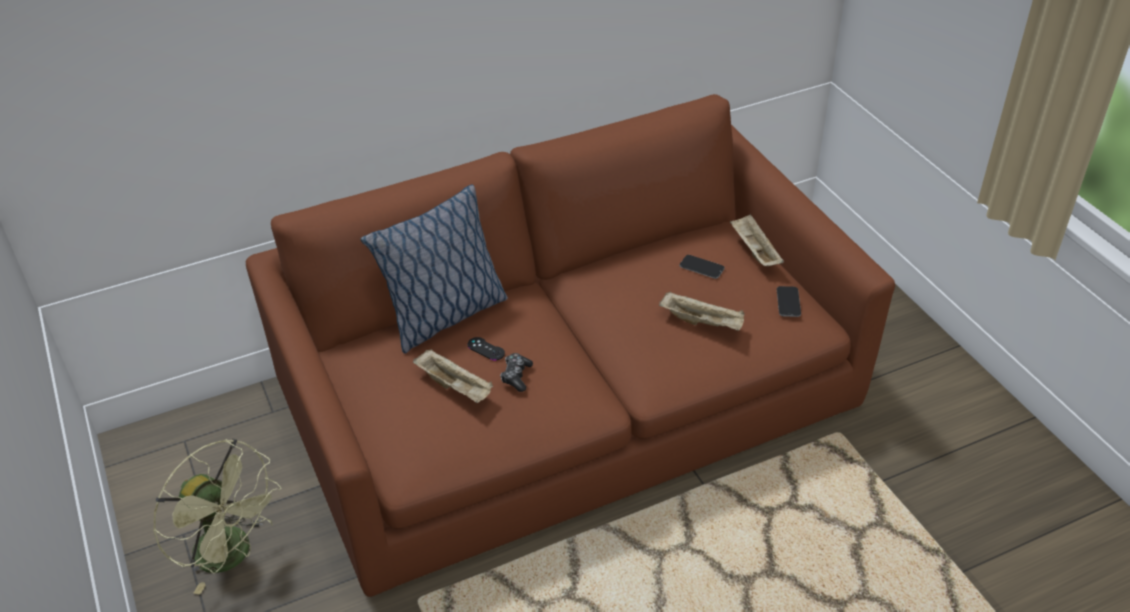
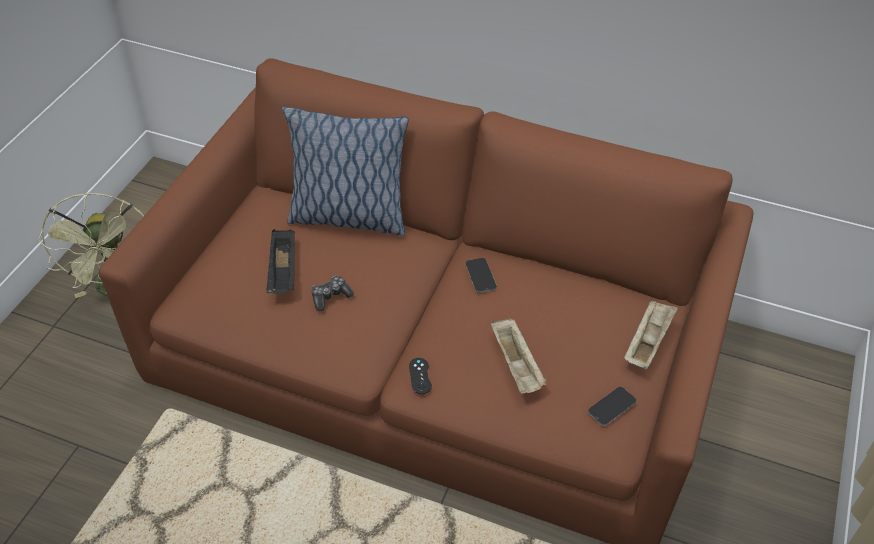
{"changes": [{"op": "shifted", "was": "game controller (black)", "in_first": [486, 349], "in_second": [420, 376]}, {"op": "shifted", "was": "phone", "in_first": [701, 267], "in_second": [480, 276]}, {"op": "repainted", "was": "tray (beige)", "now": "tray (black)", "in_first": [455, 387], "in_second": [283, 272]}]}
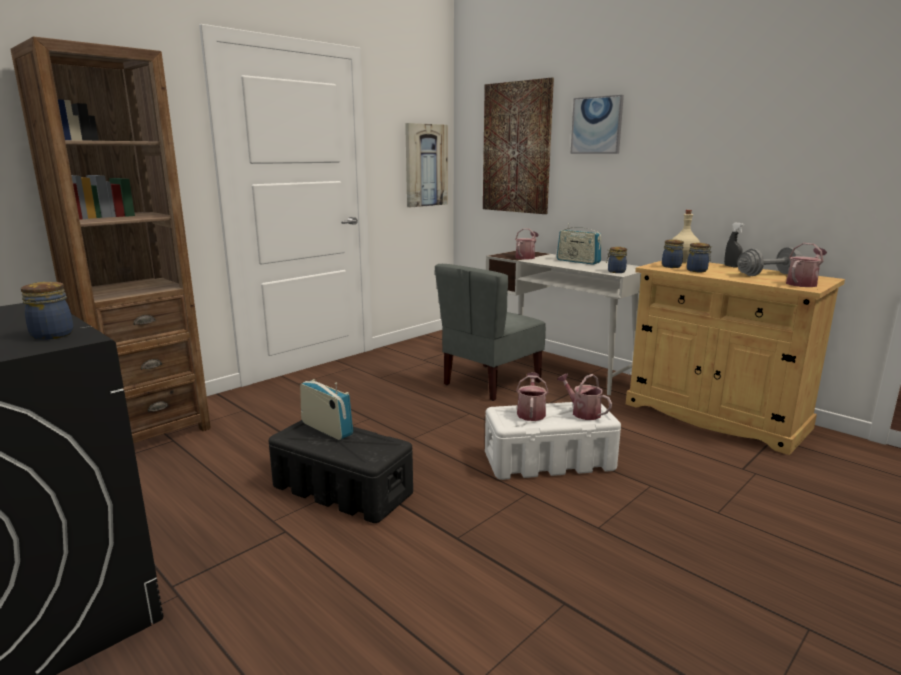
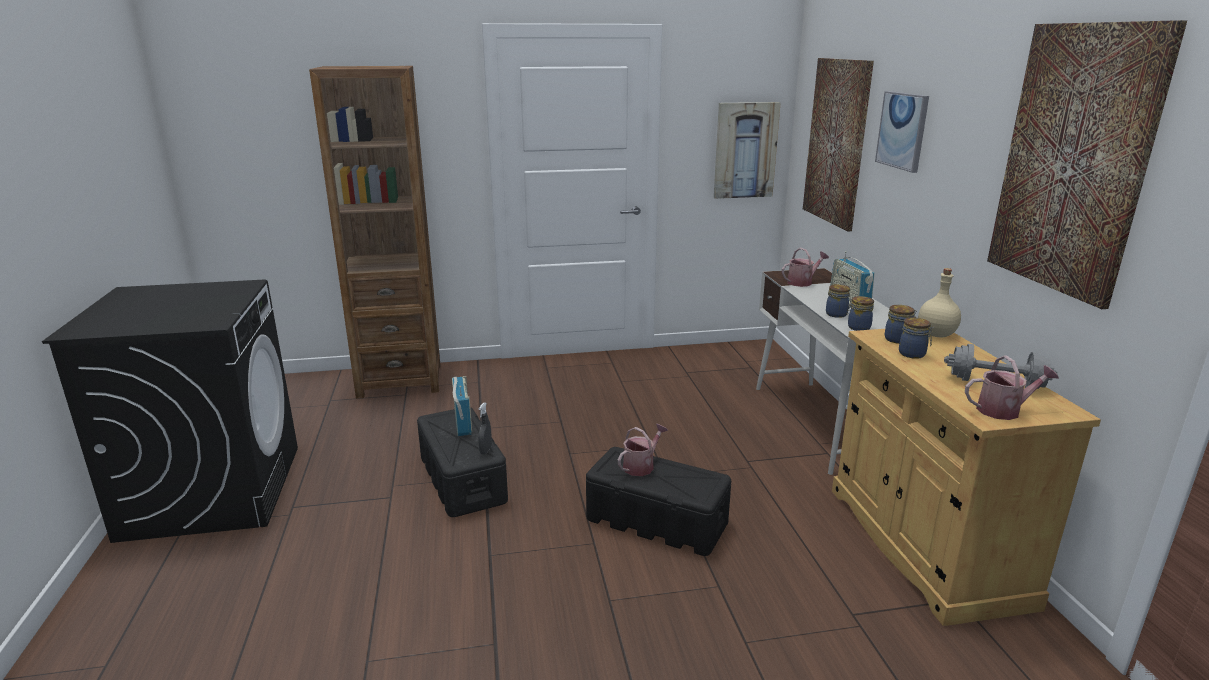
{"changes": [{"op": "gone", "was": "chair (grey)", "in_first": [490, 383]}, {"op": "gone", "was": "watering can", "in_first": [582, 412]}, {"op": "new", "now": "picture", "in_second": [1074, 160]}, {"op": "shifted", "was": "jar", "in_first": [54, 334], "in_second": [836, 314]}, {"op": "shifted", "was": "spray bottle (grey)", "in_first": [731, 266], "in_second": [485, 450]}, {"op": "repainted", "was": "storage box (white)", "now": "storage box (black)", "in_first": [550, 461], "in_second": [657, 521]}]}
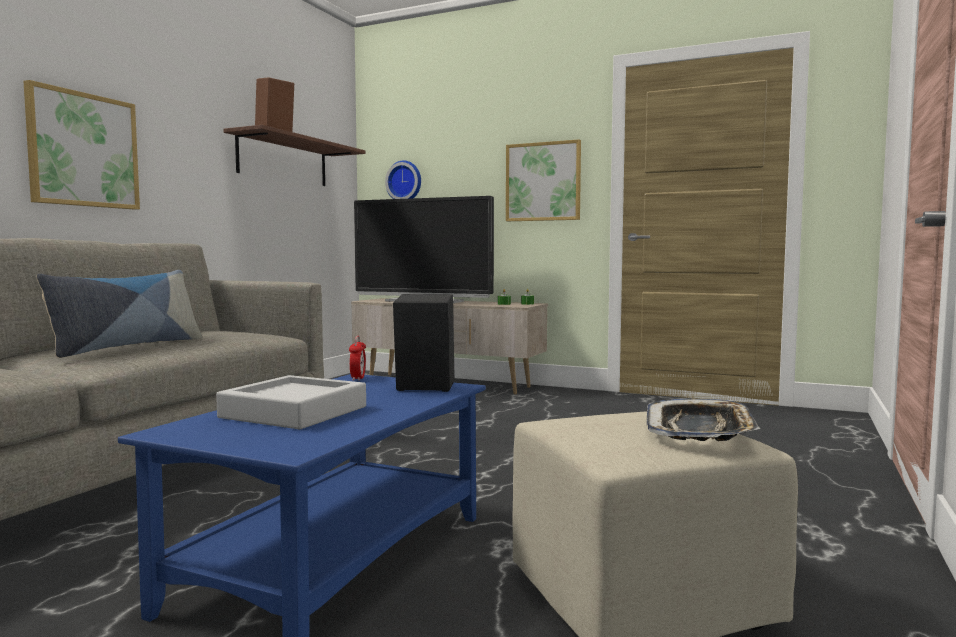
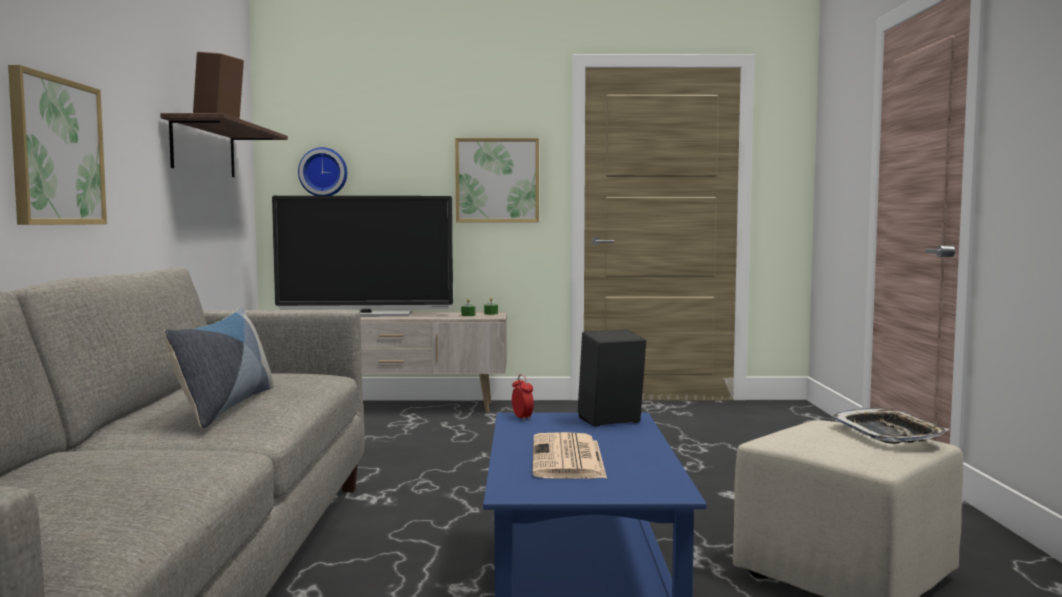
{"changes": [{"op": "swapped", "was": "tray (grey)", "now": "newspaper", "in_first": [294, 412], "in_second": [568, 459]}]}
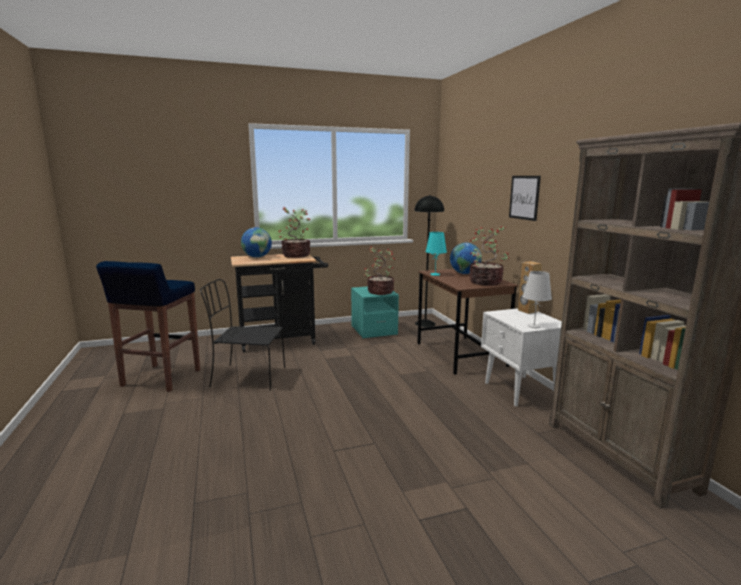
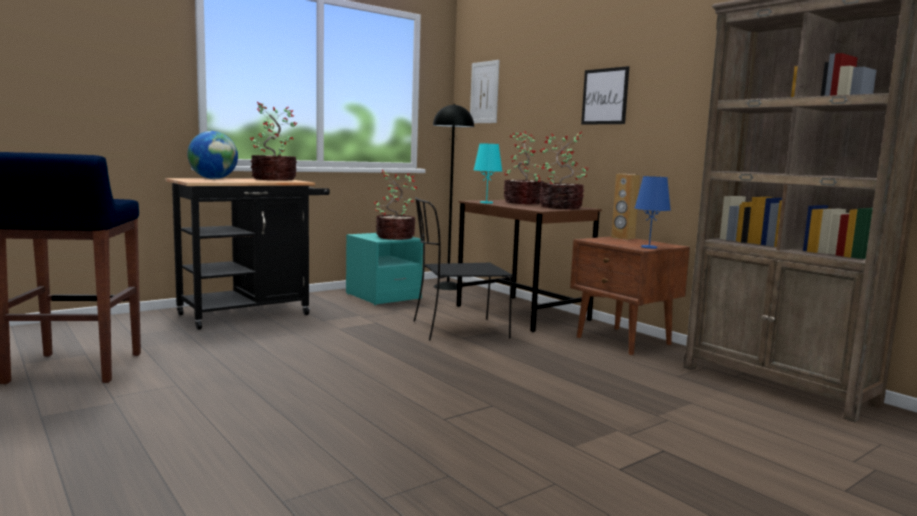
{"changes": [{"op": "new", "now": "picture", "in_second": [484, 92]}, {"op": "shifted", "was": "chair (black)", "in_first": [247, 377], "in_second": [457, 330]}, {"op": "swapped", "was": "globe", "now": "potted plant", "in_first": [464, 273], "in_second": [522, 202]}, {"op": "repainted", "was": "nightstand (white)", "now": "nightstand (brown)", "in_first": [520, 390], "in_second": [624, 341]}, {"op": "repainted", "was": "table lamp (white)", "now": "table lamp (blue)", "in_first": [534, 326], "in_second": [649, 247]}]}
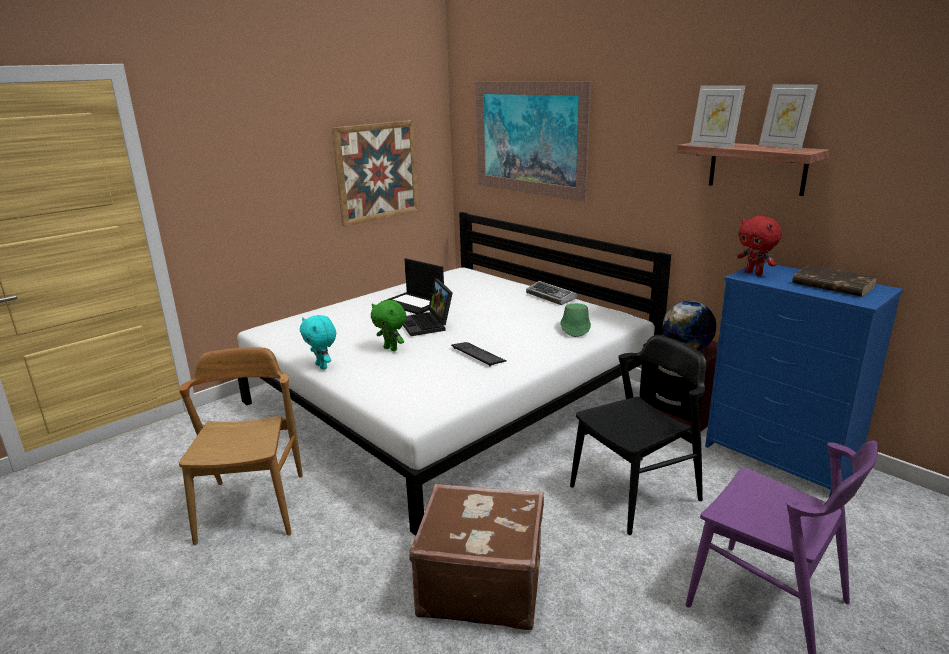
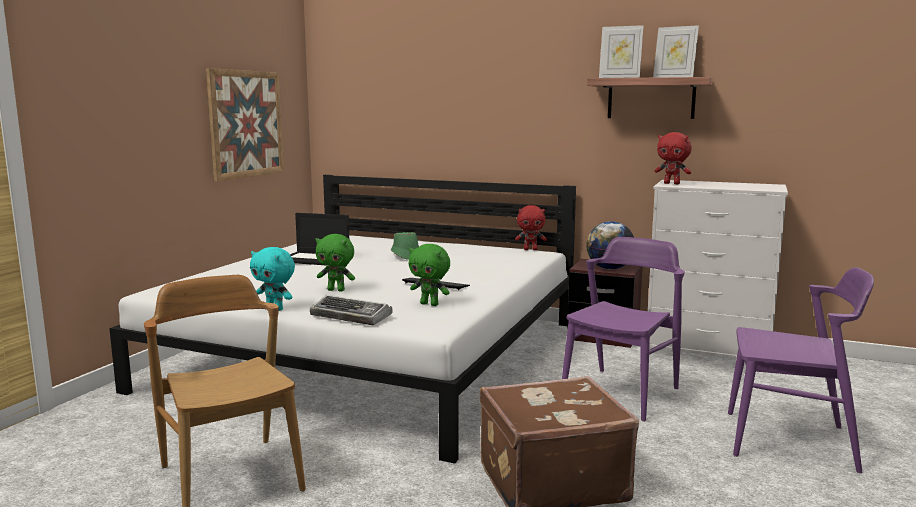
{"changes": [{"op": "gone", "was": "laptop", "in_first": [427, 324]}, {"op": "gone", "was": "picture", "in_first": [529, 138]}, {"op": "gone", "was": "book (brown)", "in_first": [832, 285]}, {"op": "new", "now": "plush toy (green)", "in_second": [430, 304]}, {"op": "new", "now": "plush toy (red)", "in_second": [530, 249]}, {"op": "shifted", "was": "keyboard", "in_first": [551, 297], "in_second": [352, 316]}, {"op": "shifted", "was": "hat (green)", "in_first": [574, 328], "in_second": [405, 255]}, {"op": "repainted", "was": "chair (black)", "now": "chair (purple)", "in_first": [635, 493], "in_second": [621, 393]}, {"op": "repainted", "was": "dresser (blue)", "now": "dresser (white)", "in_first": [781, 457], "in_second": [708, 352]}]}
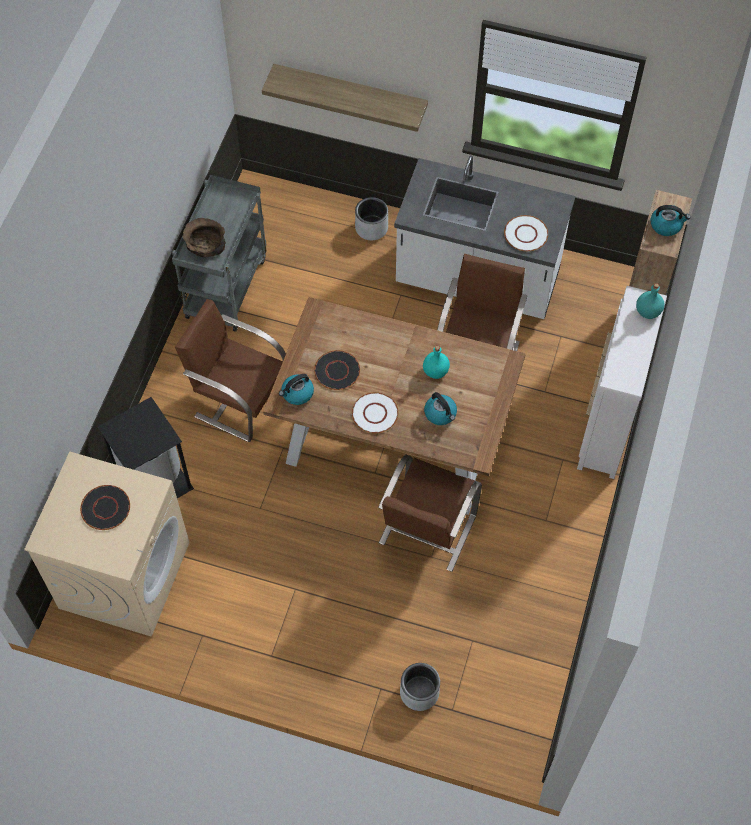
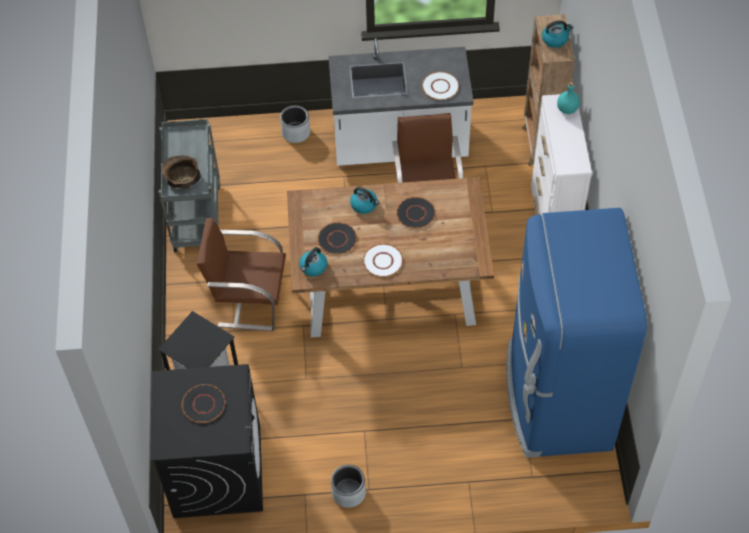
{"changes": [{"op": "gone", "was": "shelf", "in_first": [350, 93]}, {"op": "gone", "was": "chair (brown)", "in_first": [426, 530]}, {"op": "new", "now": "fridge (blue)", "in_second": [556, 397]}, {"op": "shifted", "was": "planter (grey)", "in_first": [419, 692], "in_second": [348, 492]}, {"op": "shifted", "was": "kettle", "in_first": [440, 414], "in_second": [364, 205]}, {"op": "swapped", "was": "bottle (turquoise)", "now": "plate (black)", "in_first": [435, 371], "in_second": [415, 213]}, {"op": "repainted", "was": "washing machine (beige)", "now": "washing machine (black)", "in_first": [124, 574], "in_second": [217, 470]}]}
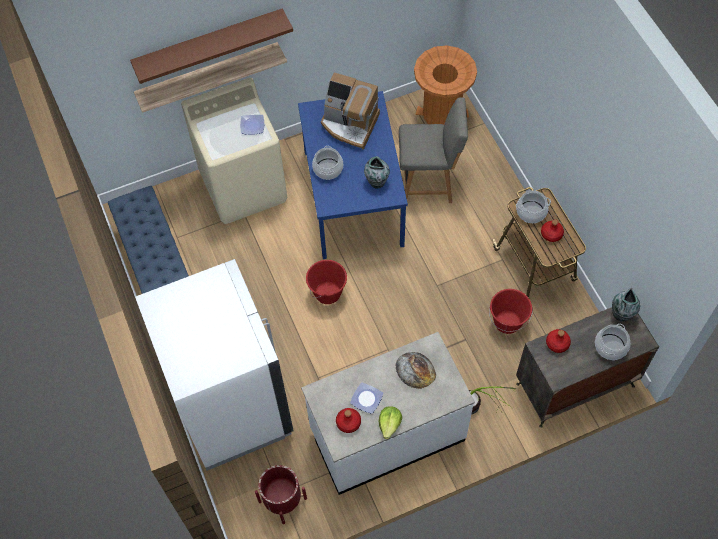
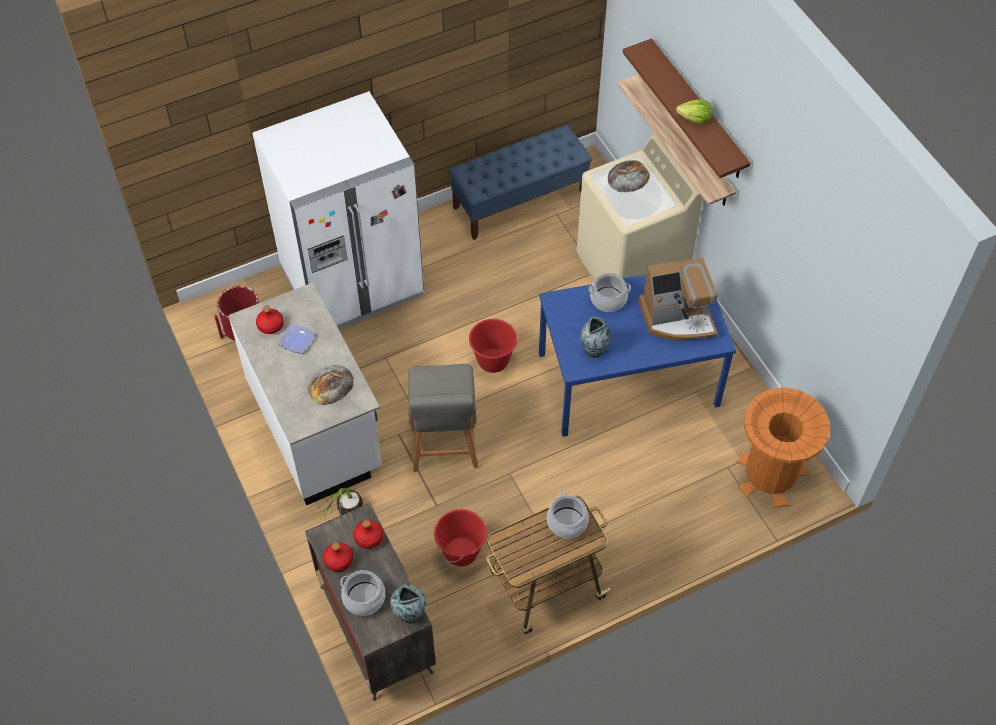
{"changes": [{"op": "gone", "was": "plate", "in_first": [252, 126]}, {"op": "new", "now": "bread", "in_second": [628, 176]}, {"op": "shifted", "was": "lettuce", "in_first": [389, 424], "in_second": [695, 119]}, {"op": "shifted", "was": "chair (grey)", "in_first": [429, 182], "in_second": [444, 445]}, {"op": "shifted", "was": "bottle (red)", "in_first": [551, 234], "in_second": [339, 560]}, {"op": "rotated", "was": "coffee machine", "in_first": [349, 124], "in_second": [677, 318], "clockwise": -120}]}
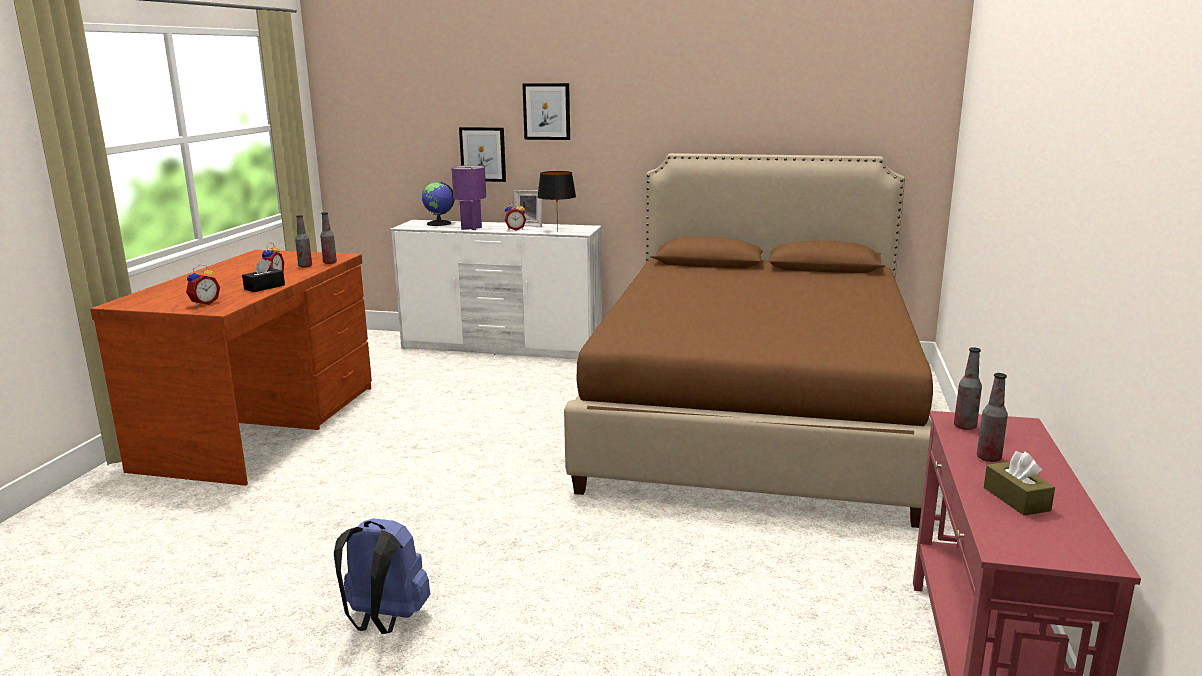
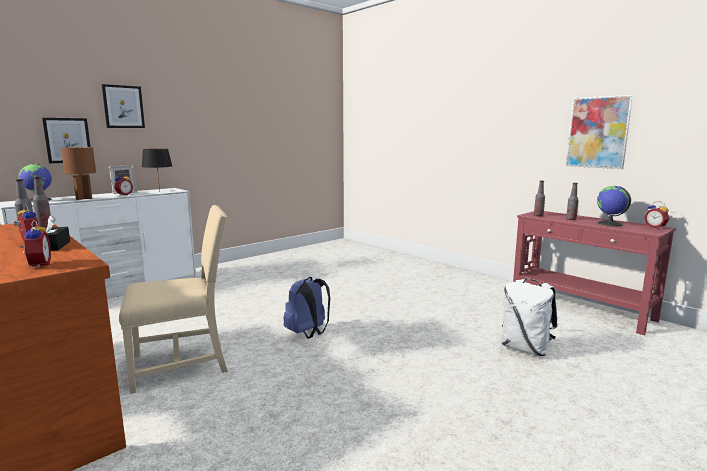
{"changes": [{"op": "gone", "was": "bed (brown)", "in_first": [753, 417]}, {"op": "new", "now": "chair (beige)", "in_second": [183, 364]}, {"op": "new", "now": "backpack (white)", "in_second": [525, 349]}, {"op": "new", "now": "picture", "in_second": [598, 132]}, {"op": "new", "now": "alarm clock", "in_second": [656, 227]}, {"op": "shifted", "was": "backpack (blue)", "in_first": [384, 621], "in_second": [308, 333]}, {"op": "swapped", "was": "tissue box (brown)", "now": "globe", "in_first": [1016, 499], "in_second": [609, 224]}, {"op": "repainted", "was": "table lamp (purple)", "now": "table lamp (brown)", "in_first": [471, 228], "in_second": [84, 198]}]}
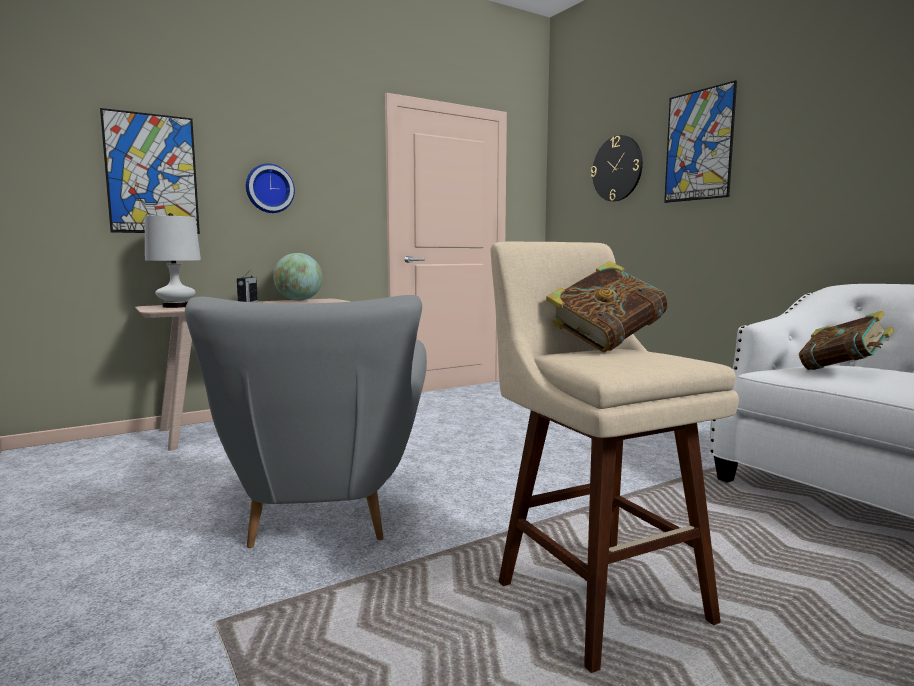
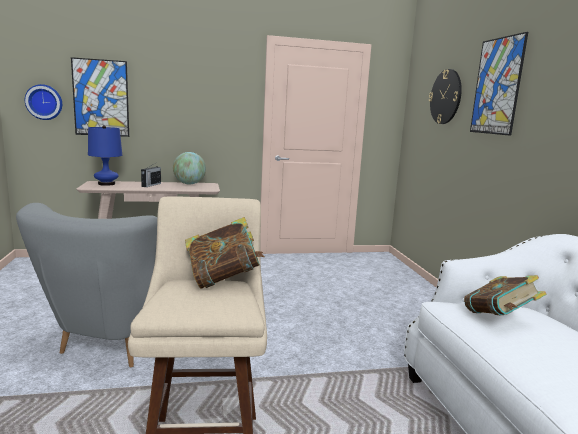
{"changes": [{"op": "shifted", "was": "wall clock", "in_first": [269, 189], "in_second": [44, 102]}, {"op": "repainted", "was": "table lamp (white)", "now": "table lamp (blue)", "in_first": [176, 306], "in_second": [106, 184]}]}
